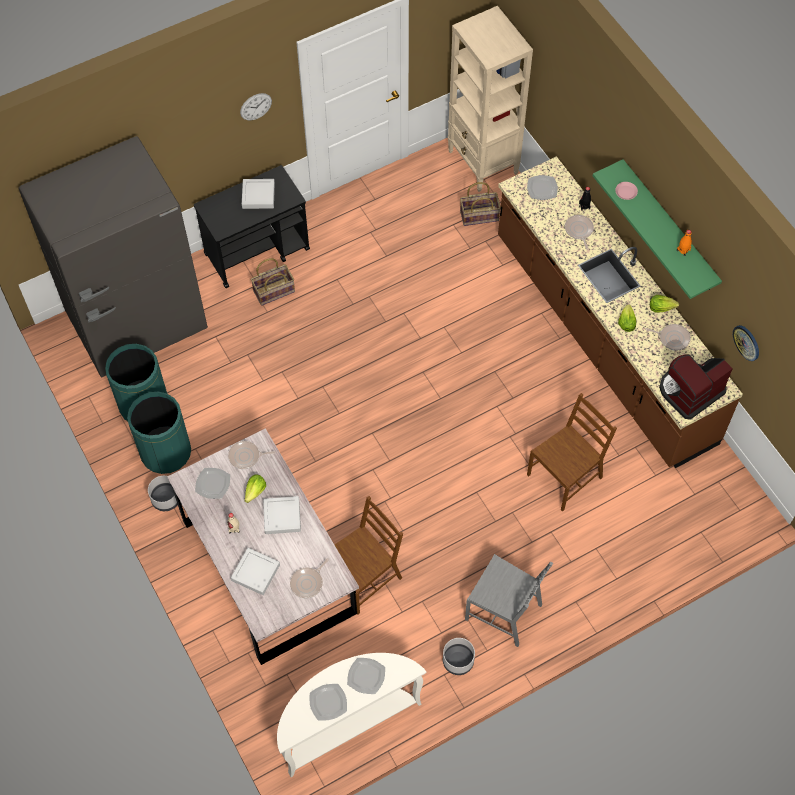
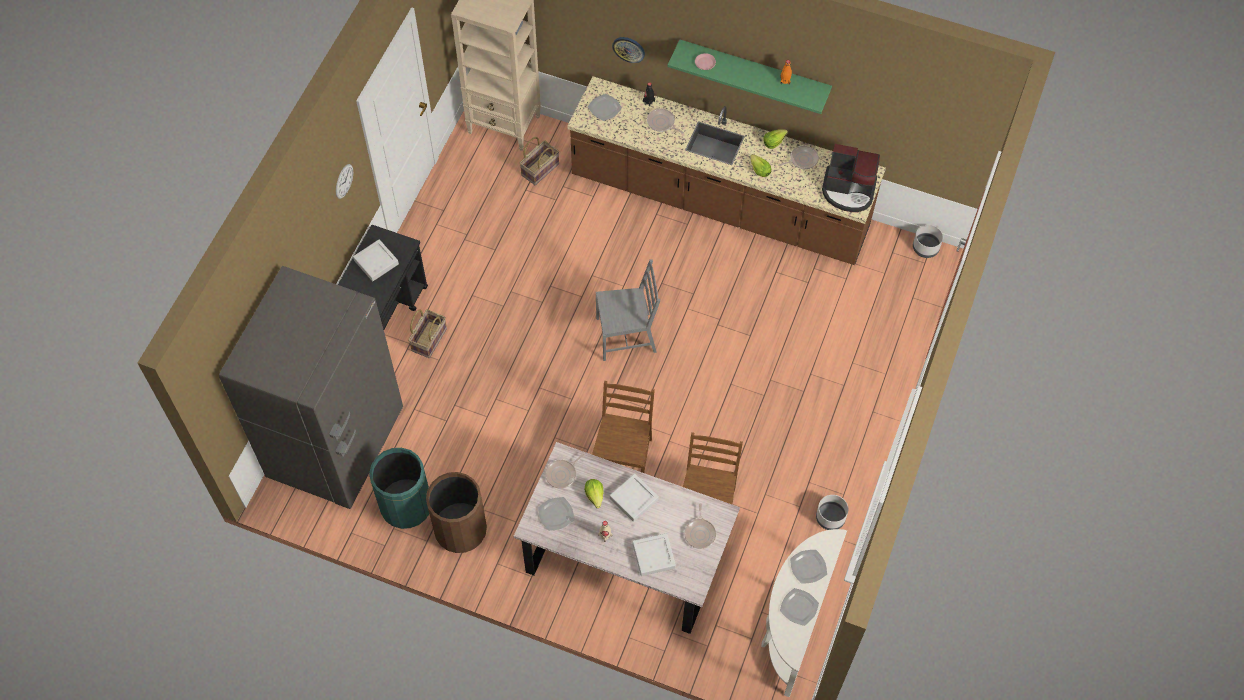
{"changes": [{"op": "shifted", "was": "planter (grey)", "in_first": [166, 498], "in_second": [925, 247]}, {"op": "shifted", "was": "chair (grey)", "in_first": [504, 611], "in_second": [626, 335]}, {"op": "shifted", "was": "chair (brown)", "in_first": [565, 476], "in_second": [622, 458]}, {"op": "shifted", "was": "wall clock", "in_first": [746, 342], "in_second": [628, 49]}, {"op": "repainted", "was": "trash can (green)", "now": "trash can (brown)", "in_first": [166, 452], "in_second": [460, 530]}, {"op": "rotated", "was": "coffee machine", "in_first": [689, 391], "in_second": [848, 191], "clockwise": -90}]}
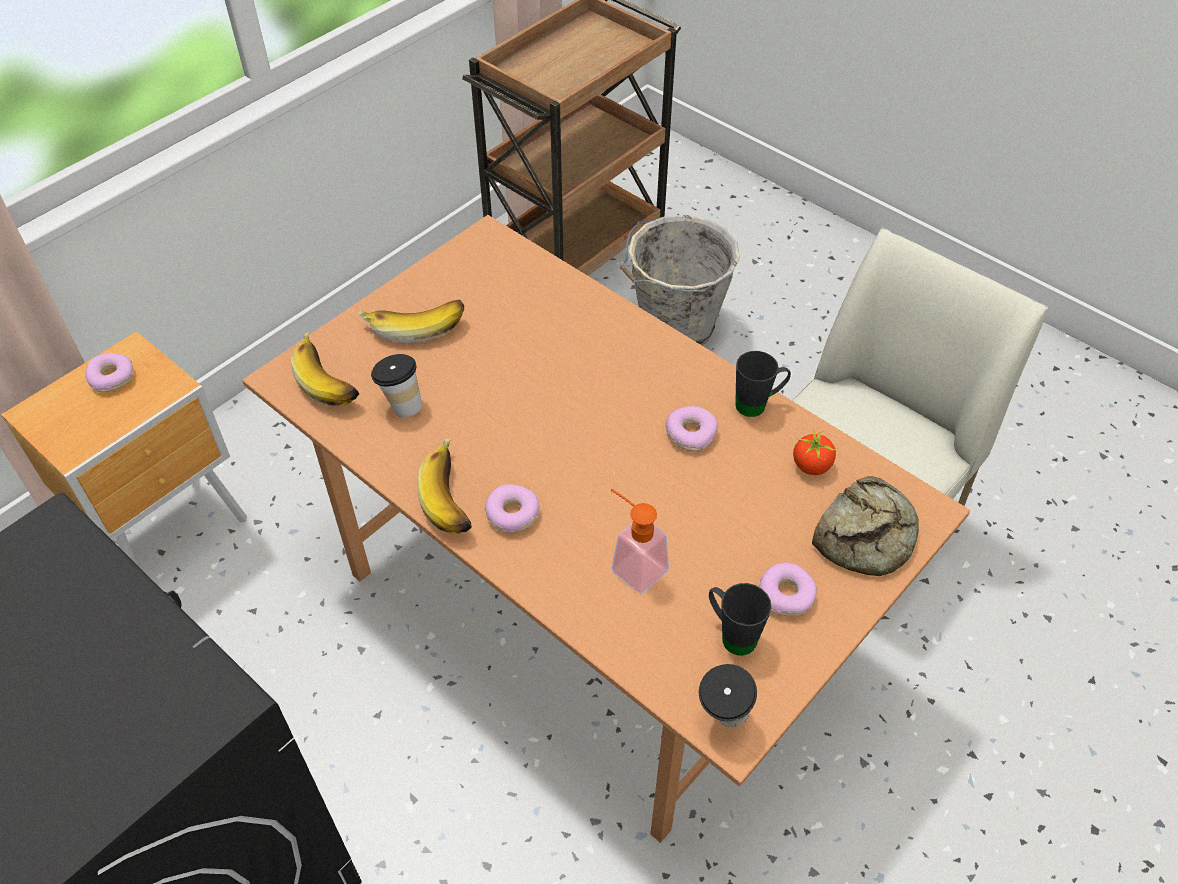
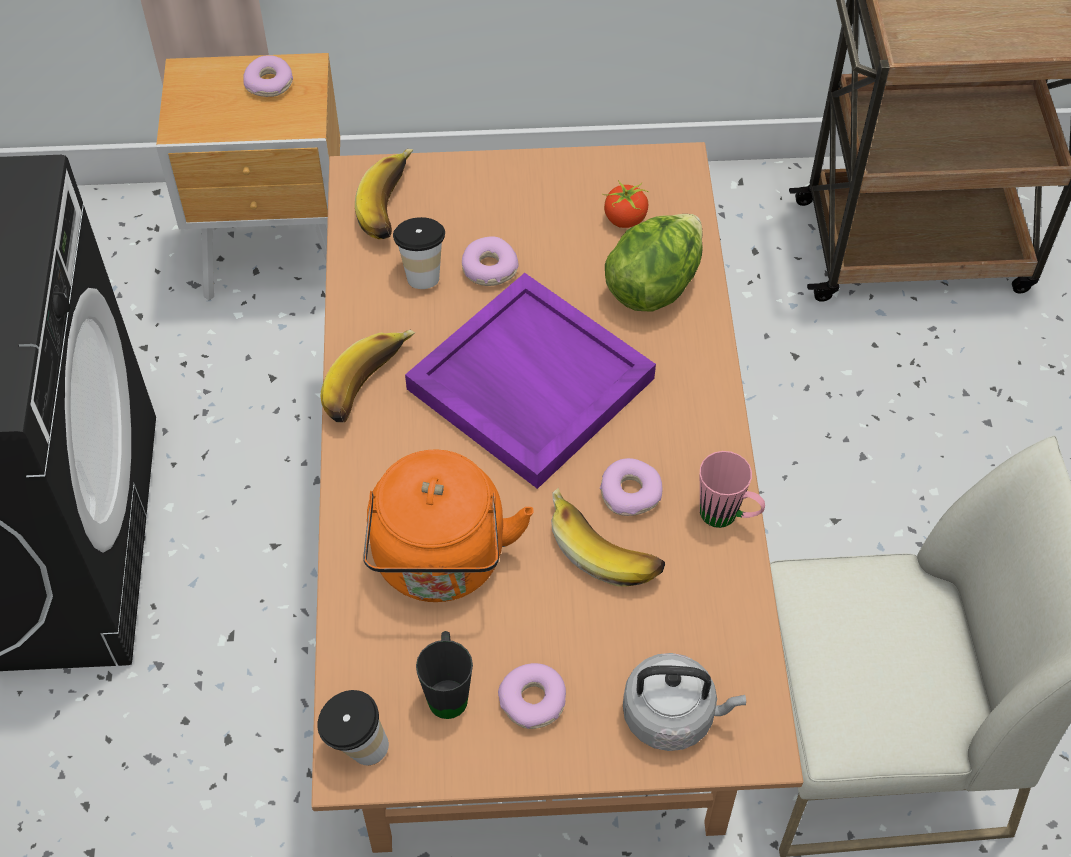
{"changes": [{"op": "gone", "was": "bucket (grey)", "in_first": [674, 328]}, {"op": "new", "now": "tray (purple)", "in_second": [528, 384]}, {"op": "new", "now": "lettuce", "in_second": [654, 285]}, {"op": "shifted", "was": "banana", "in_first": [415, 325], "in_second": [606, 546]}, {"op": "shifted", "was": "donut", "in_first": [512, 514], "in_second": [489, 268]}, {"op": "shifted", "was": "tomato", "in_first": [811, 466], "in_second": [624, 219]}, {"op": "swapped", "was": "soap dispenser", "now": "kettle (orange)", "in_first": [632, 565], "in_second": [440, 563]}, {"op": "swapped", "was": "bread", "now": "kettle (grey)", "in_first": [867, 534], "in_second": [673, 715]}, {"op": "repainted", "was": "mug (black)", "now": "mug (pink)", "in_first": [758, 404], "in_second": [727, 517]}]}
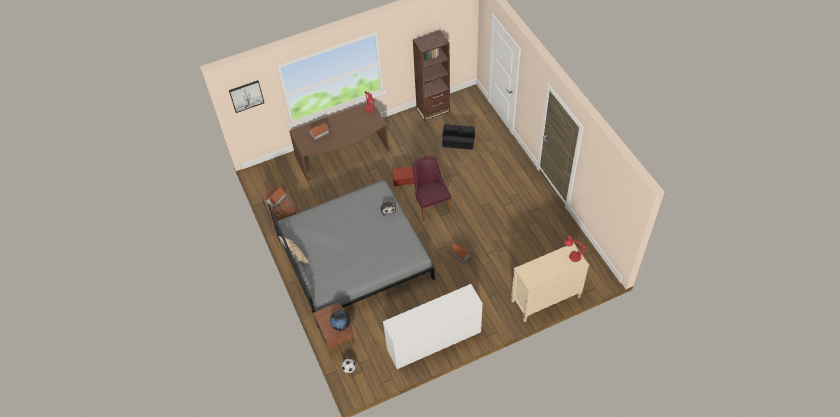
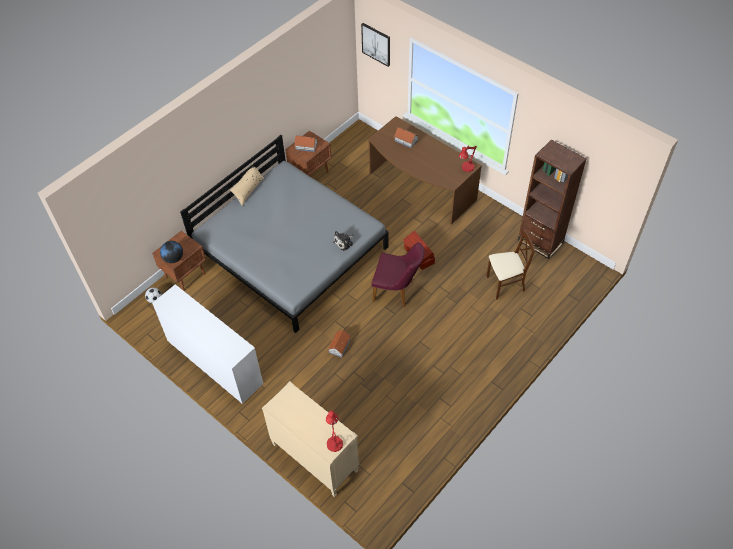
{"changes": [{"op": "swapped", "was": "storage box (black)", "now": "chair (beige)", "in_first": [458, 142], "in_second": [505, 285]}, {"op": "rotated", "was": "chair (purple)", "in_first": [430, 204], "in_second": [397, 291], "clockwise": 60}]}
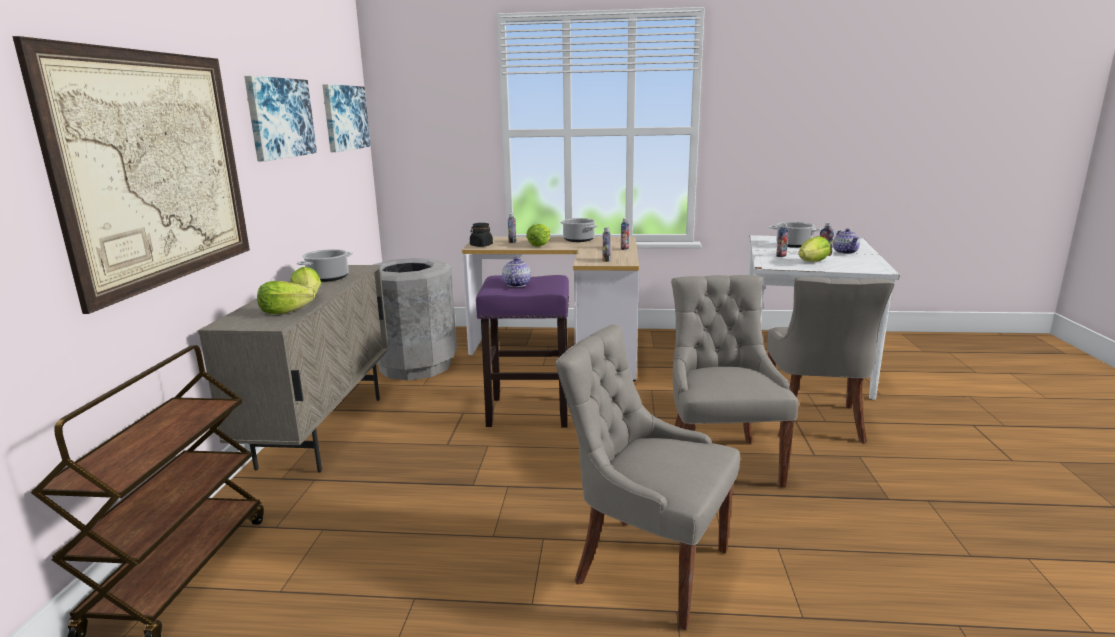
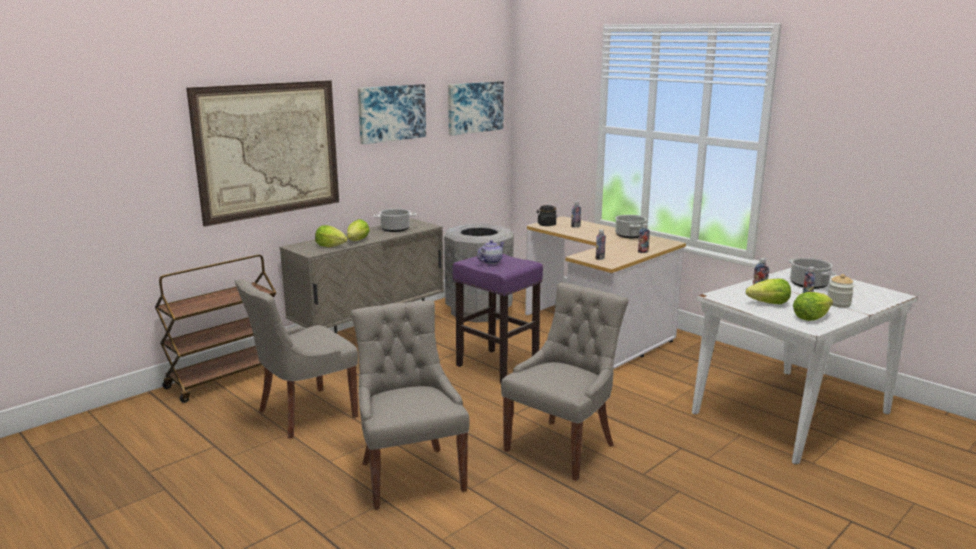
{"changes": [{"op": "shifted", "was": "lettuce", "in_first": [539, 245], "in_second": [810, 318]}, {"op": "shifted", "was": "chair (grey)", "in_first": [814, 422], "in_second": [304, 414]}, {"op": "swapped", "was": "teapot", "now": "jar", "in_first": [845, 252], "in_second": [838, 304]}]}
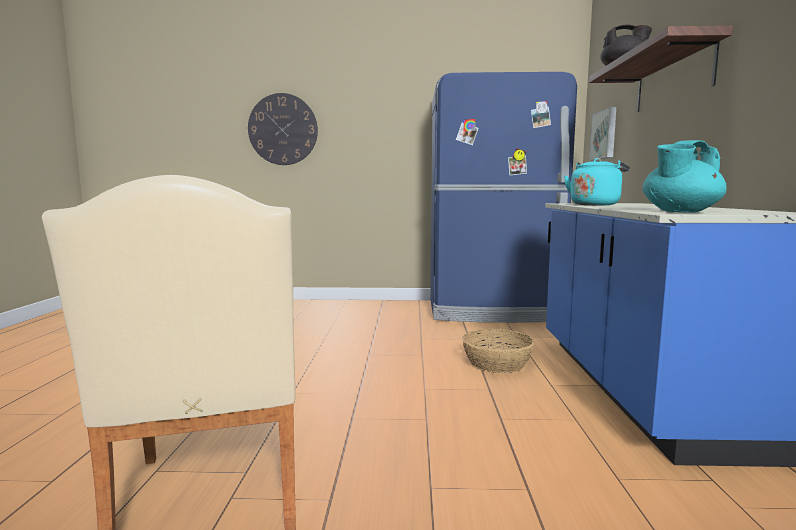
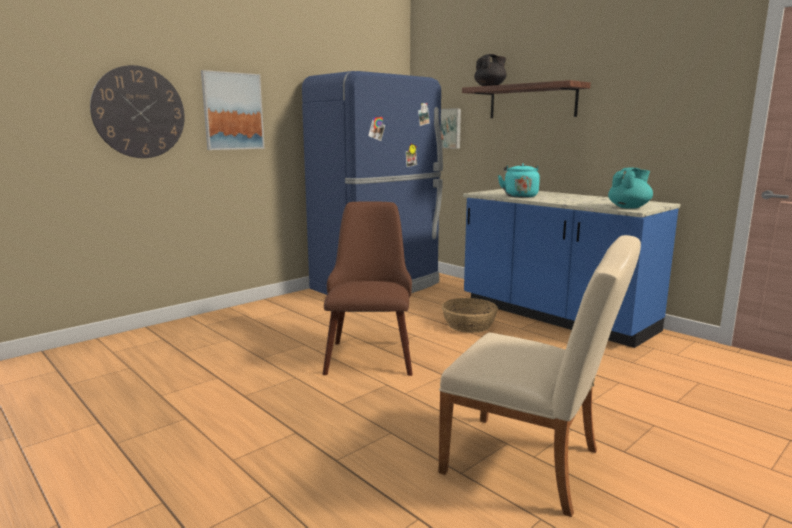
{"changes": [{"op": "new", "now": "picture", "in_second": [232, 111]}, {"op": "new", "now": "chair (brown)", "in_second": [370, 352]}, {"op": "rotated", "was": "teapot (turquoise)", "in_first": [680, 212], "in_second": [629, 207], "clockwise": -135}]}
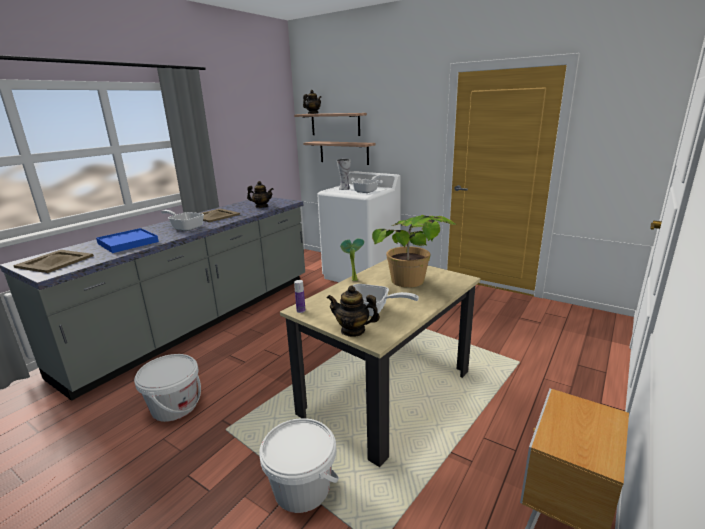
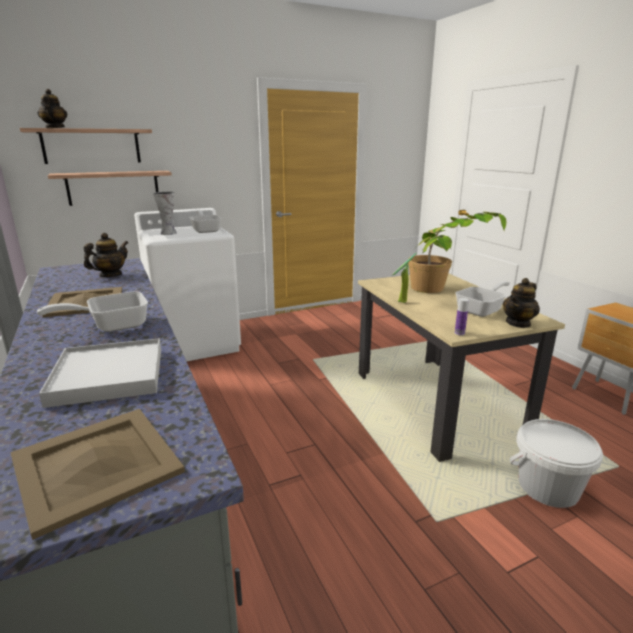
{"changes": [{"op": "gone", "was": "bucket (white)", "in_first": [174, 406]}, {"op": "repainted", "was": "tray (blue)", "now": "tray (white)", "in_first": [128, 243], "in_second": [108, 376]}]}
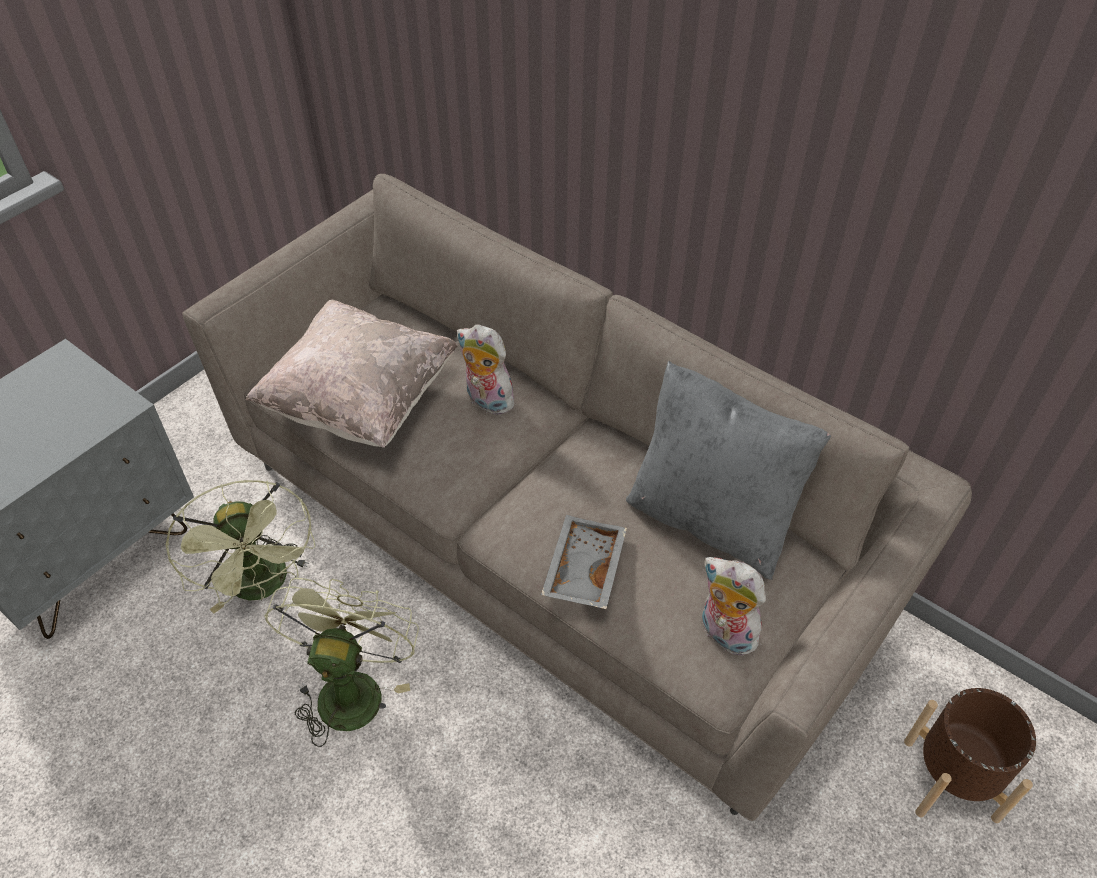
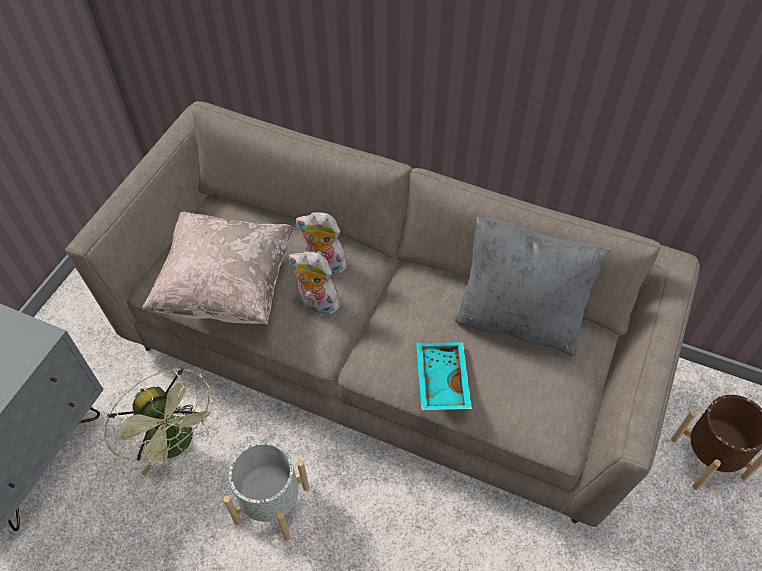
{"changes": [{"op": "shifted", "was": "plush toy", "in_first": [724, 634], "in_second": [316, 304]}, {"op": "swapped", "was": "fan (green)", "now": "planter (grey)", "in_first": [351, 687], "in_second": [272, 504]}, {"op": "repainted", "was": "tray (grey)", "now": "tray (turquoise)", "in_first": [582, 569], "in_second": [440, 381]}]}
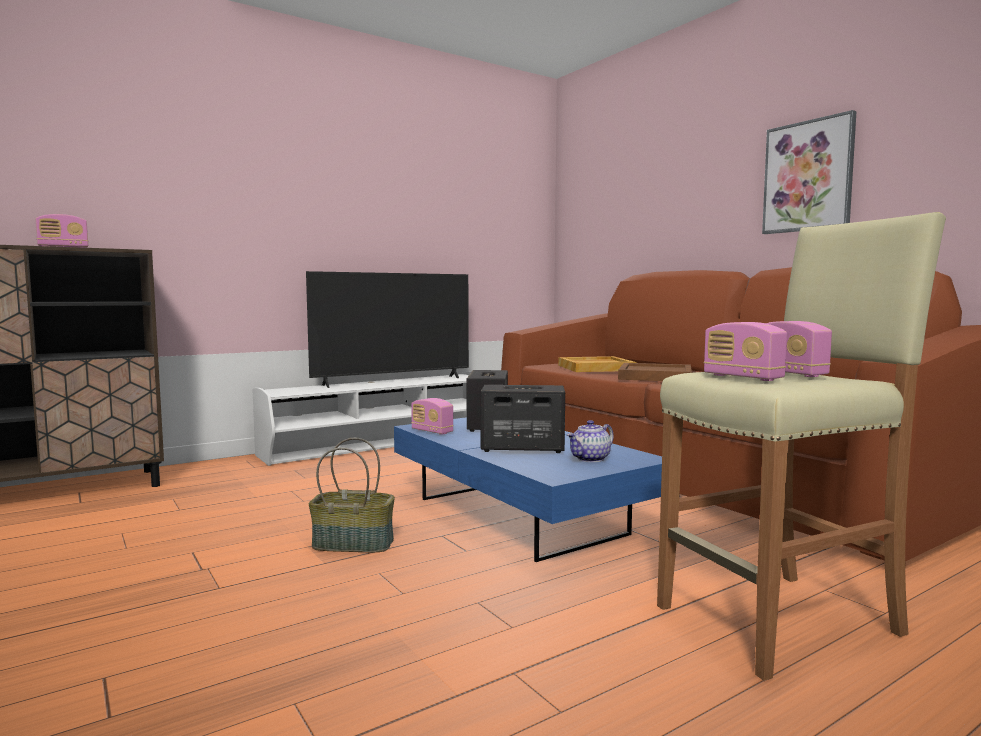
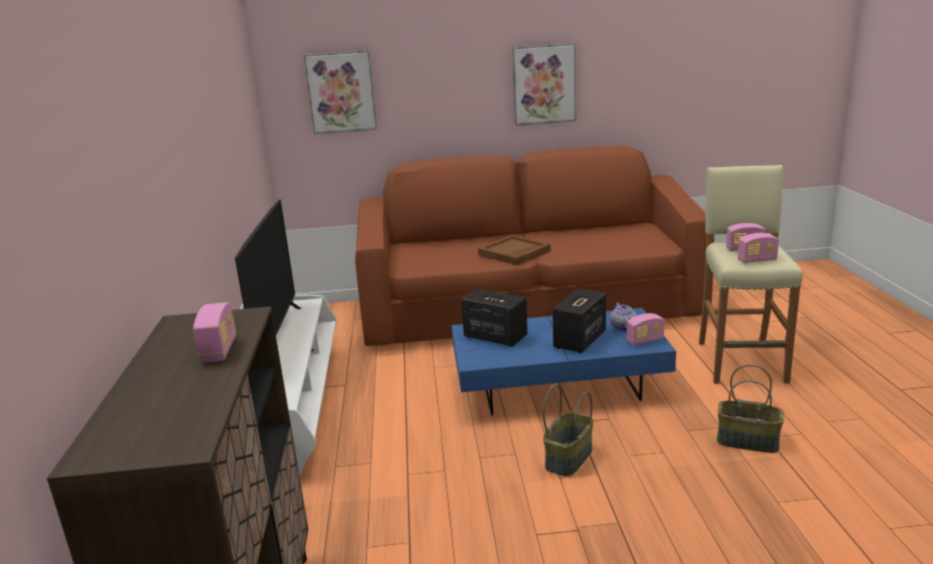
{"changes": [{"op": "gone", "was": "tray (beige)", "in_first": [596, 368]}, {"op": "new", "now": "picture", "in_second": [341, 92]}, {"op": "new", "now": "basket", "in_second": [748, 441]}, {"op": "shifted", "was": "radio", "in_first": [432, 431], "in_second": [645, 340]}]}
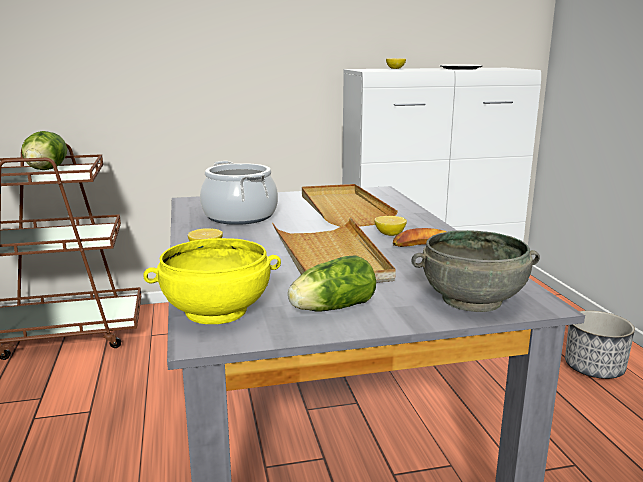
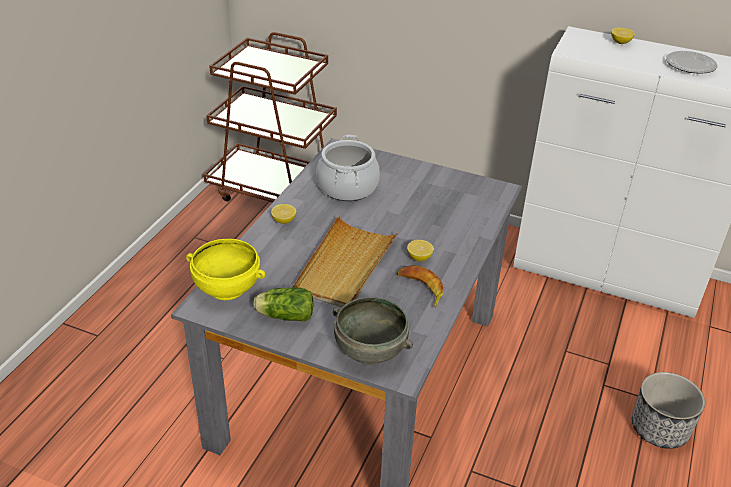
{"changes": [{"op": "gone", "was": "lettuce", "in_first": [46, 170]}, {"op": "gone", "was": "tray (beige)", "in_first": [343, 208]}]}
